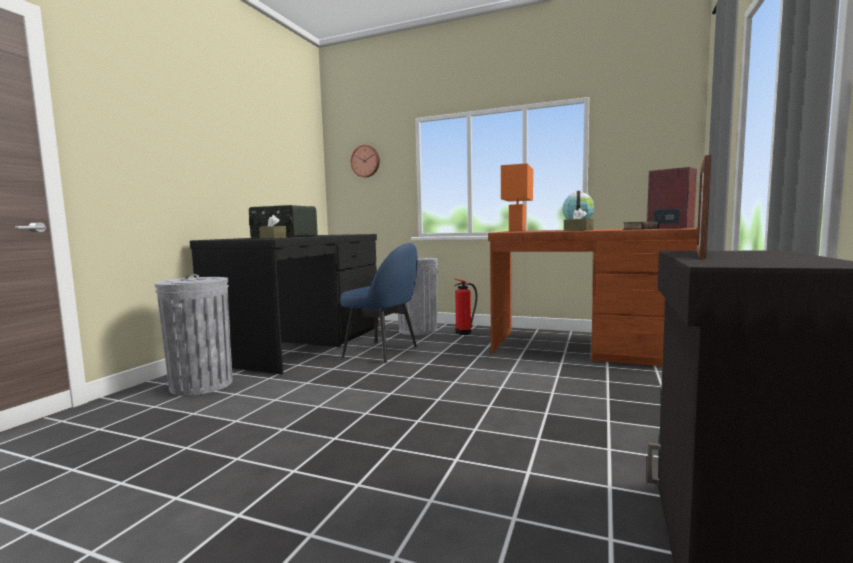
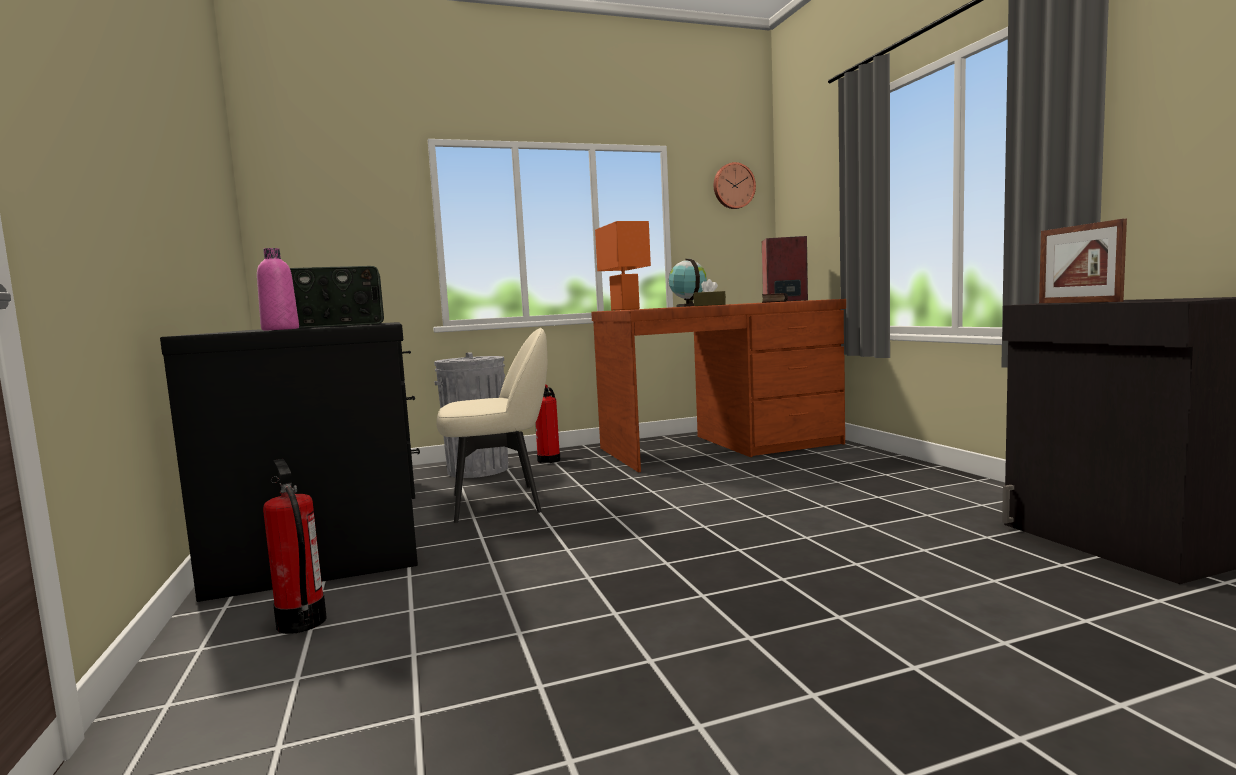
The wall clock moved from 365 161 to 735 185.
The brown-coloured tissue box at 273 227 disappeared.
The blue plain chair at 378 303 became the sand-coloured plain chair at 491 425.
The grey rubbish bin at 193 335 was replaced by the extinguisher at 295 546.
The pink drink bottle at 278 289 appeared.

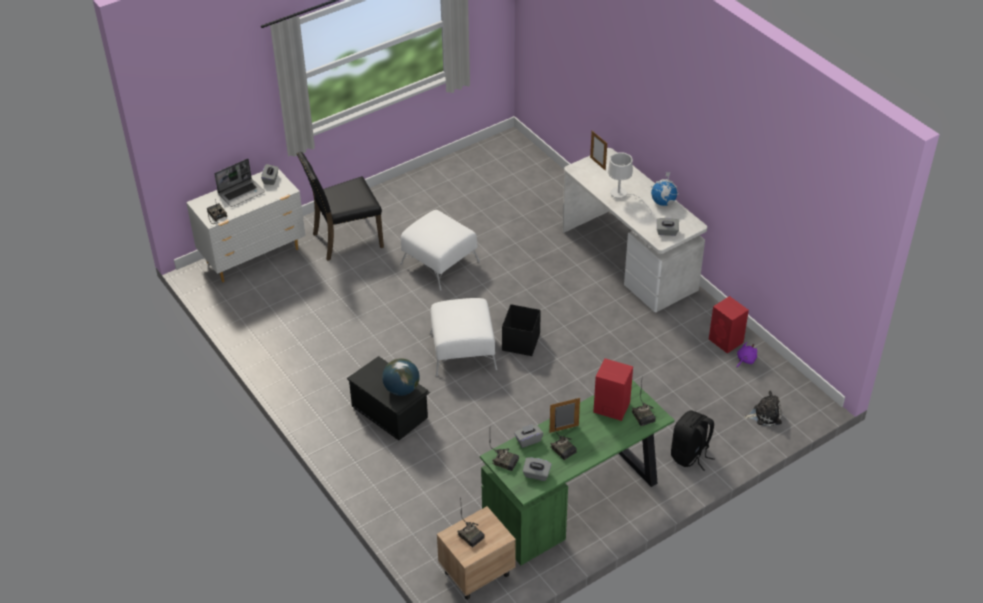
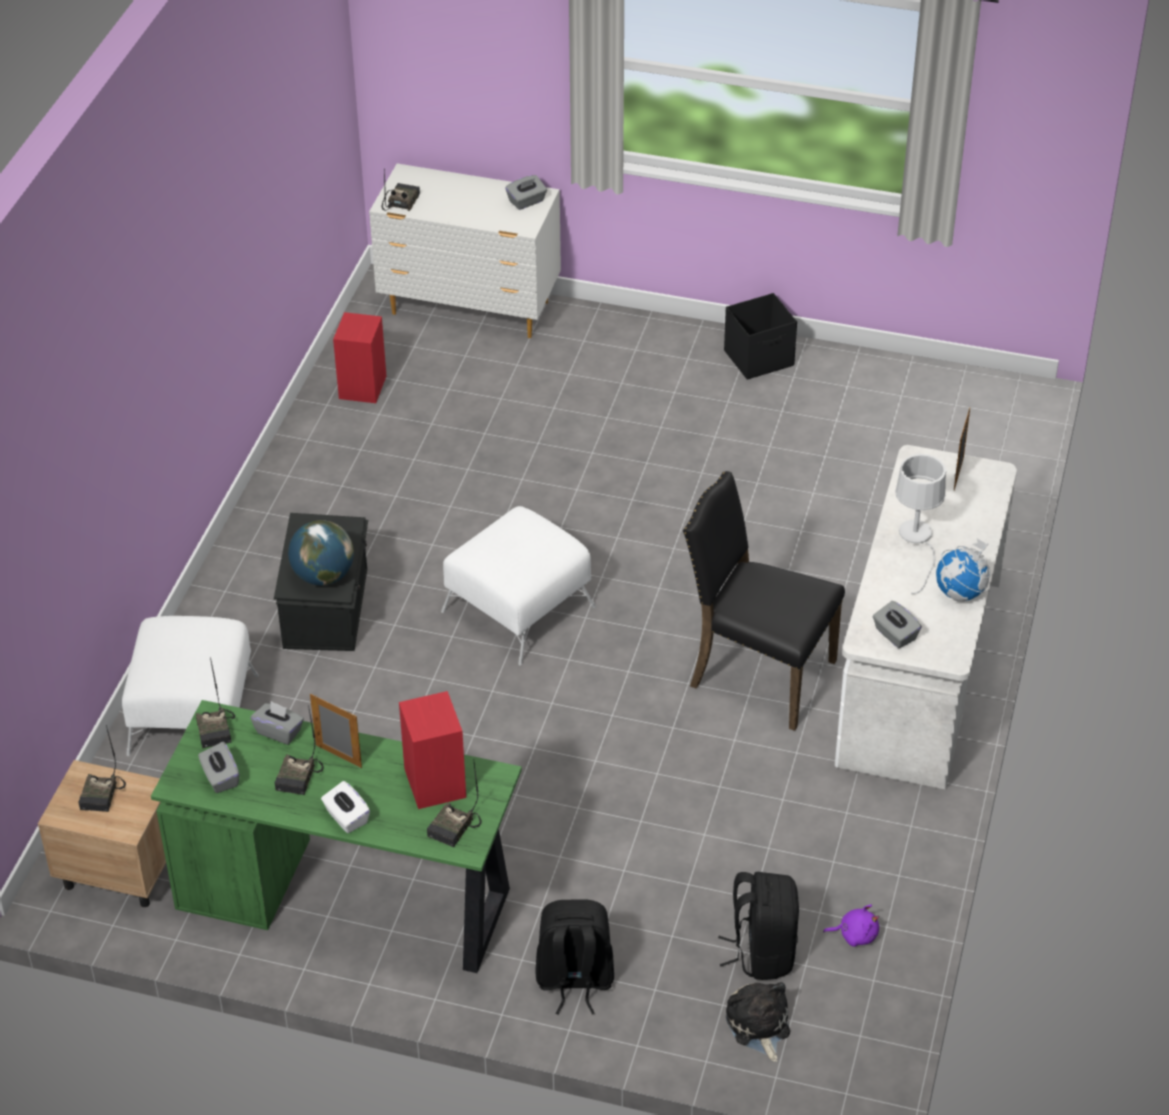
The black plain chair moved from 340 206 to 764 601.
The portable computer at 239 183 disappeared.
The whitish pouffe moved from 440 250 to 190 686.
The reddish loudspeaker moved from 729 325 to 359 357.
The black storage container moved from 521 330 to 760 336.
The cuddly toy at 763 408 turned 150 degrees counterclockwise.
The whitish tissue box at 345 807 appeared.
The black knapsack at 758 926 appeared.

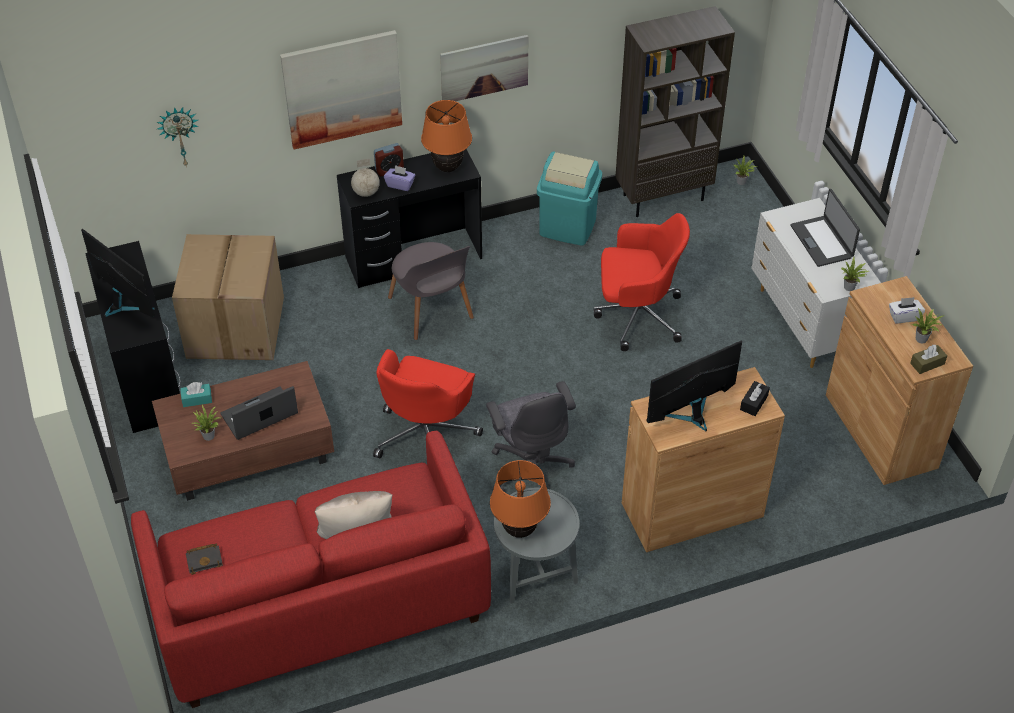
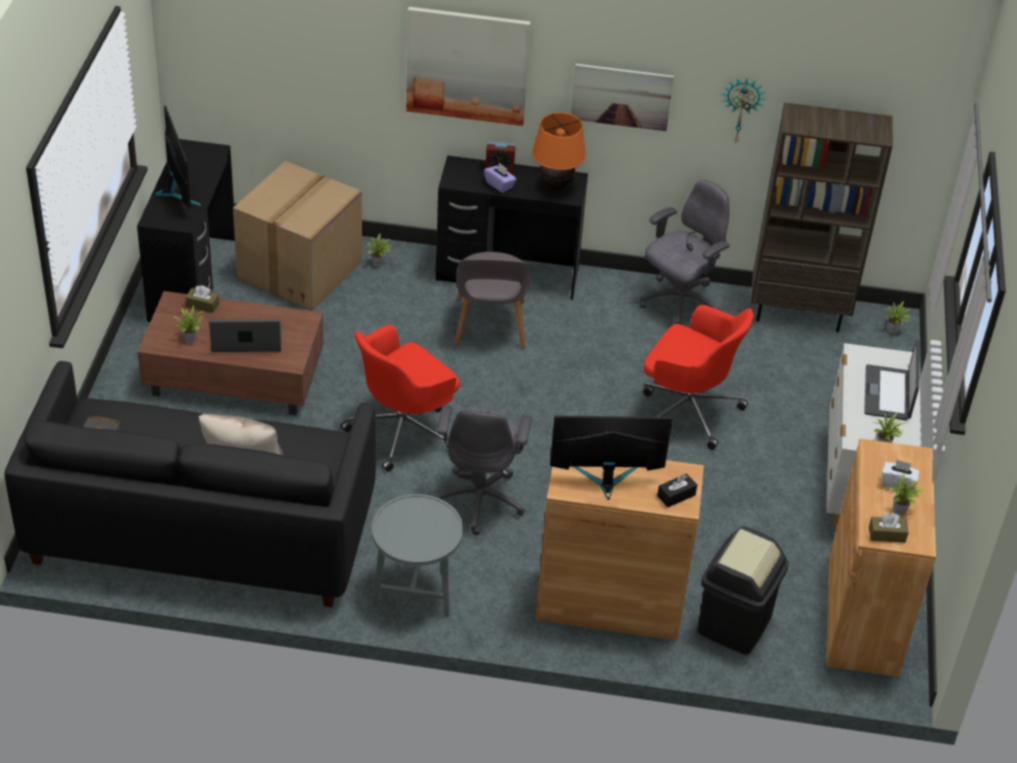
The wall clock moved from 177 136 to 744 110.
The turquoise-coloured rubbish bin at 569 199 was replaced by the grey computer chair at 685 252.
The desk globe at 365 178 disappeared.
The turquoise-coloured tissue box at 196 394 became the brown-coloured tissue box at 202 299.
The reddish settee at 311 569 became the black settee at 190 484.
The orange table lamp at 520 499 disappeared.
The plant in a pot at 378 250 appeared.
The black rubbish bin at 743 590 appeared.

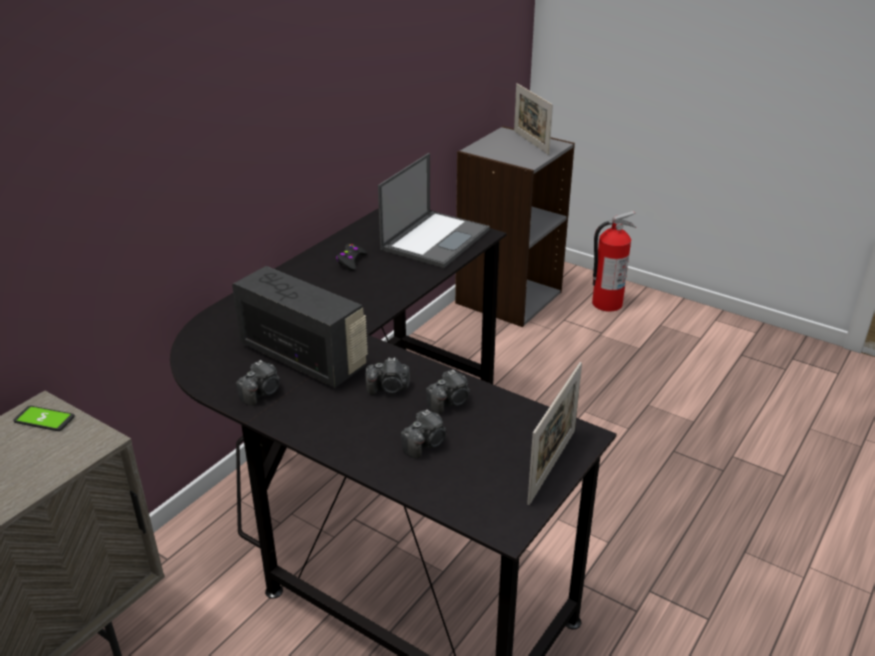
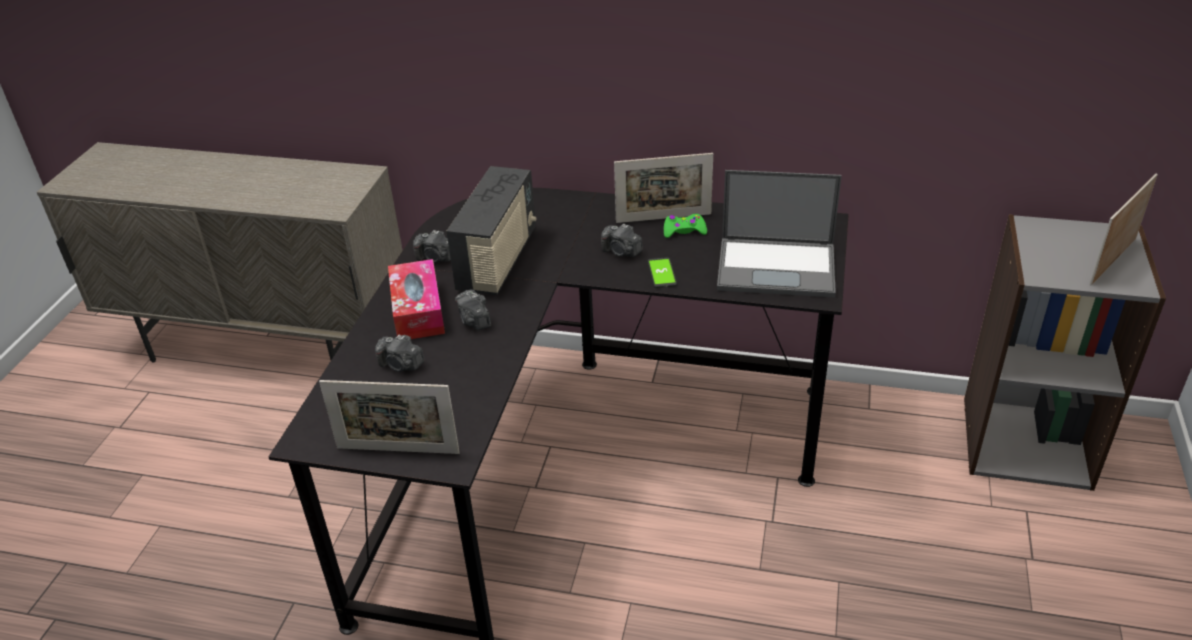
The extinguisher at 614 261 disappeared.
The black joypad at 351 257 became the greenish joypad at 685 226.
The photo camera moved from 448 392 to 622 240.
The handset moved from 44 418 to 662 272.
The photo frame at 663 188 appeared.
The tissue box at 416 299 appeared.

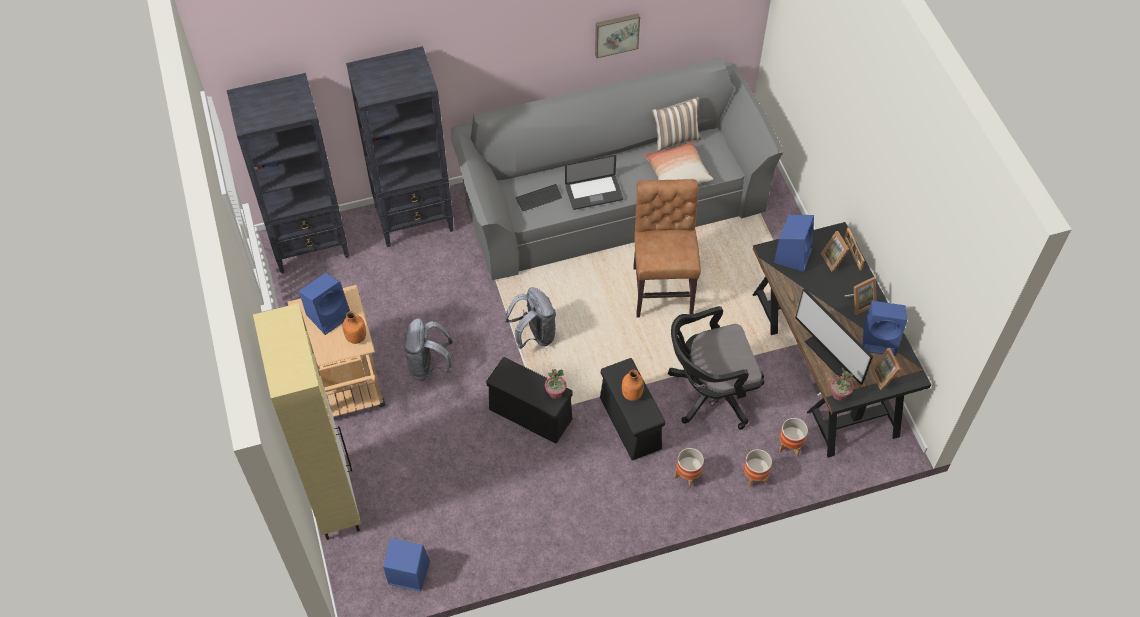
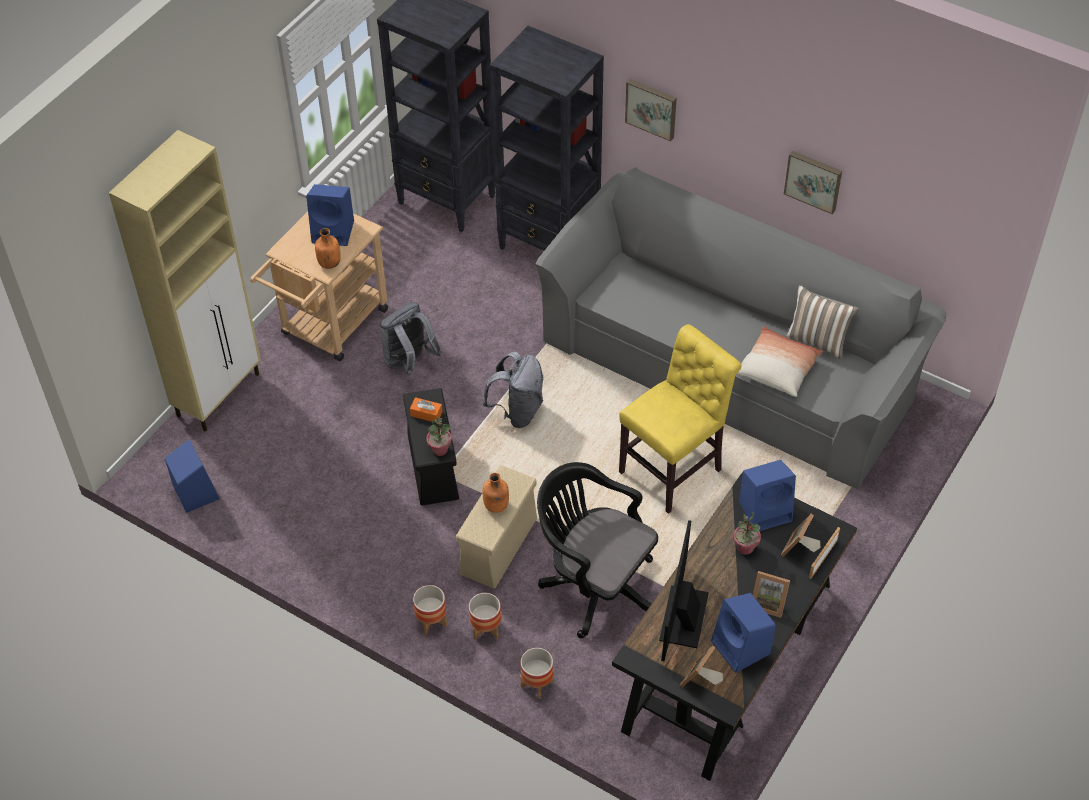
The portable computer at 594 182 disappeared.
The brown-coloured plain chair at 667 248 became the yellowish plain chair at 680 419.
The computer keyboard at 539 197 disappeared.
The black storage container at 632 409 became the sand-coloured storage container at 496 527.
The plant in a pot moved from 842 384 to 747 533.
The planter moved from 793 437 to 430 610.
The wall picture at 651 110 appeared.
The orange tissue box at 426 410 appeared.

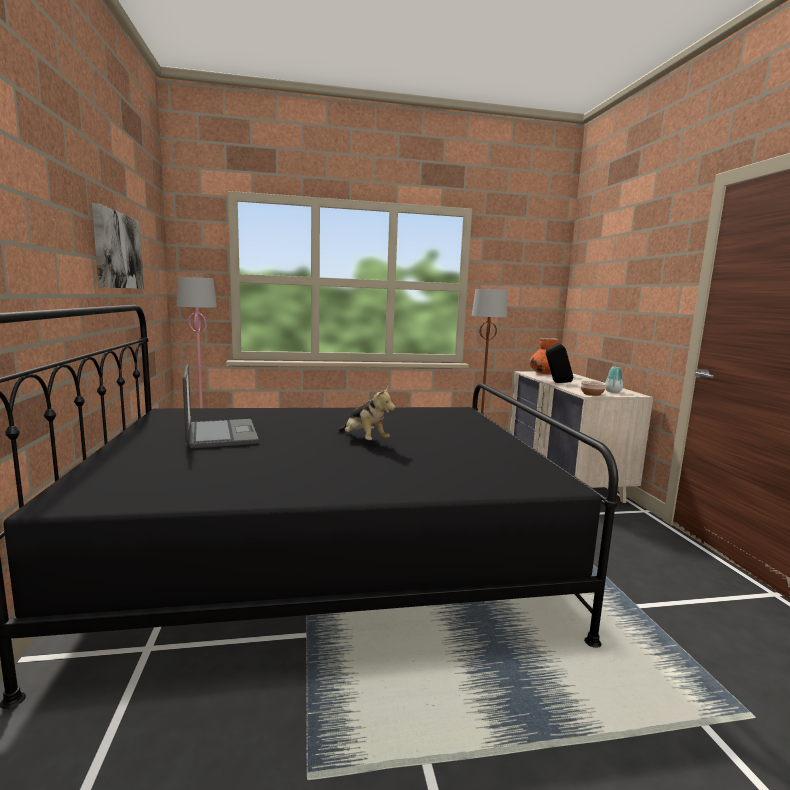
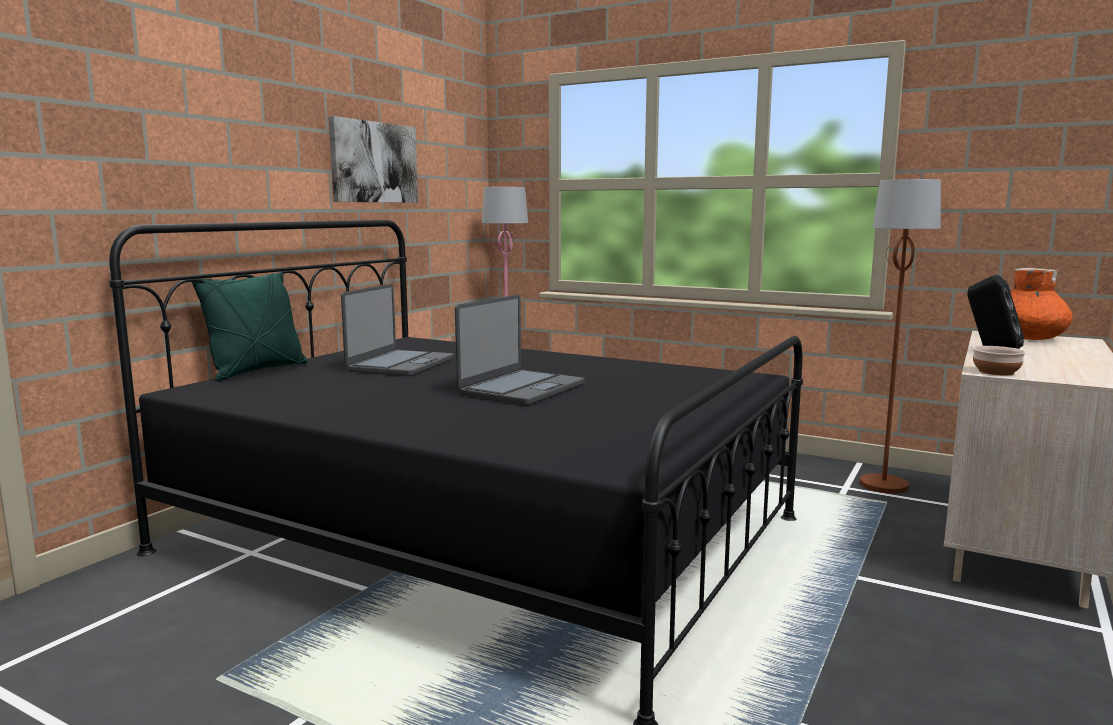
The decorative vase at 614 379 disappeared.
The cuddly toy at 367 413 was replaced by the portable computer at 520 350.
The greenish pillow at 249 327 appeared.

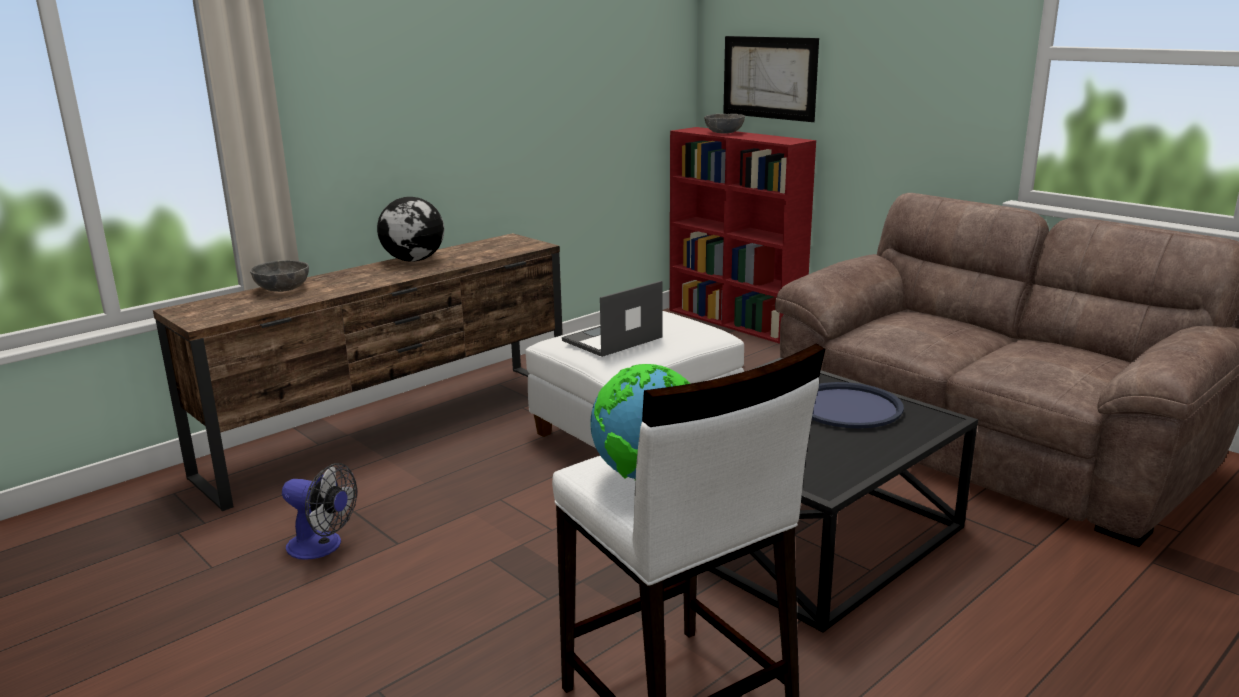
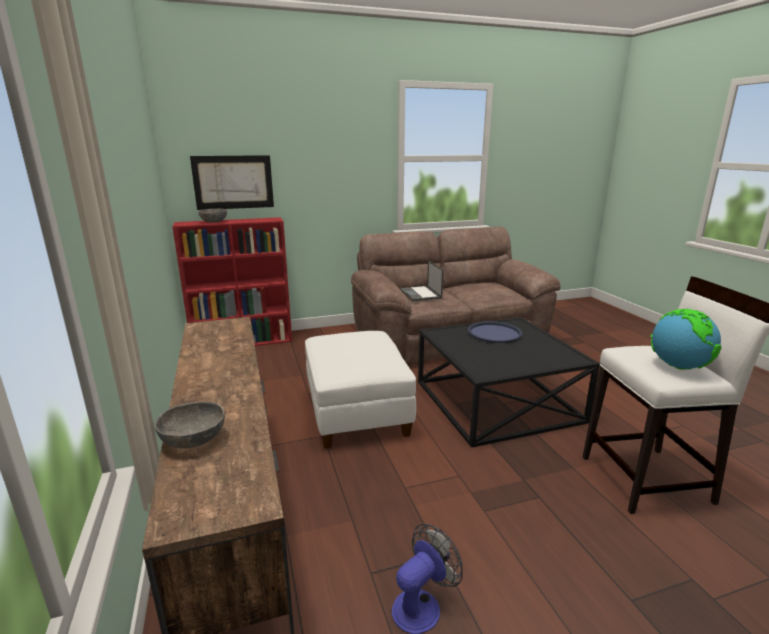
The desk globe at 410 229 disappeared.
The portable computer moved from 612 319 to 421 280.

